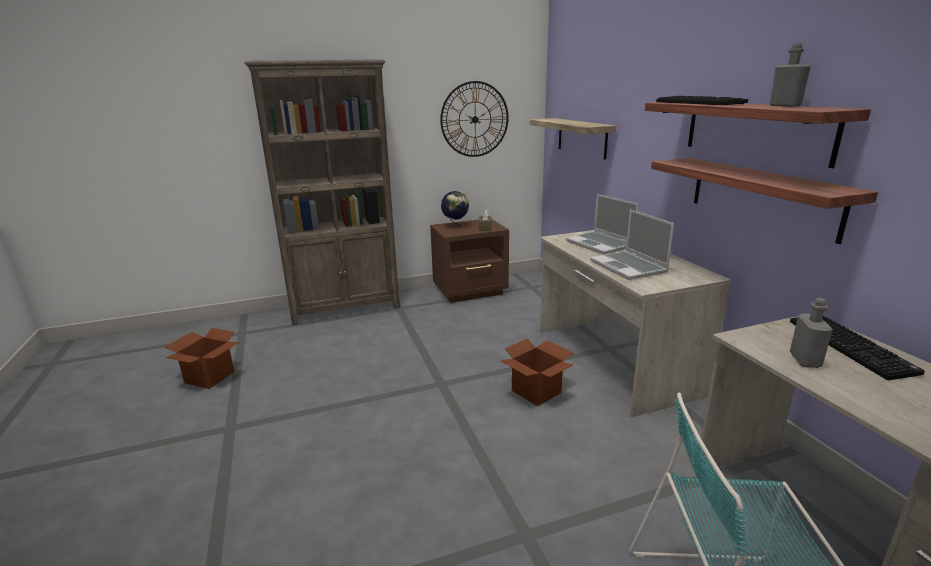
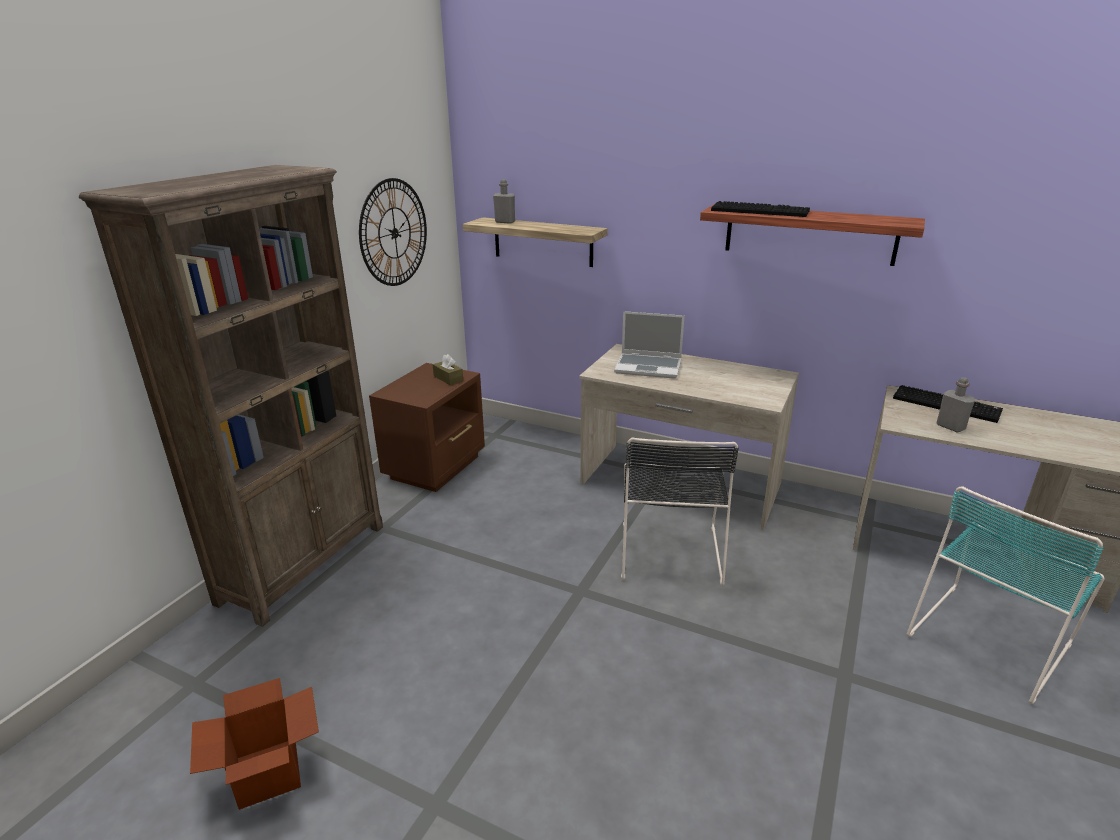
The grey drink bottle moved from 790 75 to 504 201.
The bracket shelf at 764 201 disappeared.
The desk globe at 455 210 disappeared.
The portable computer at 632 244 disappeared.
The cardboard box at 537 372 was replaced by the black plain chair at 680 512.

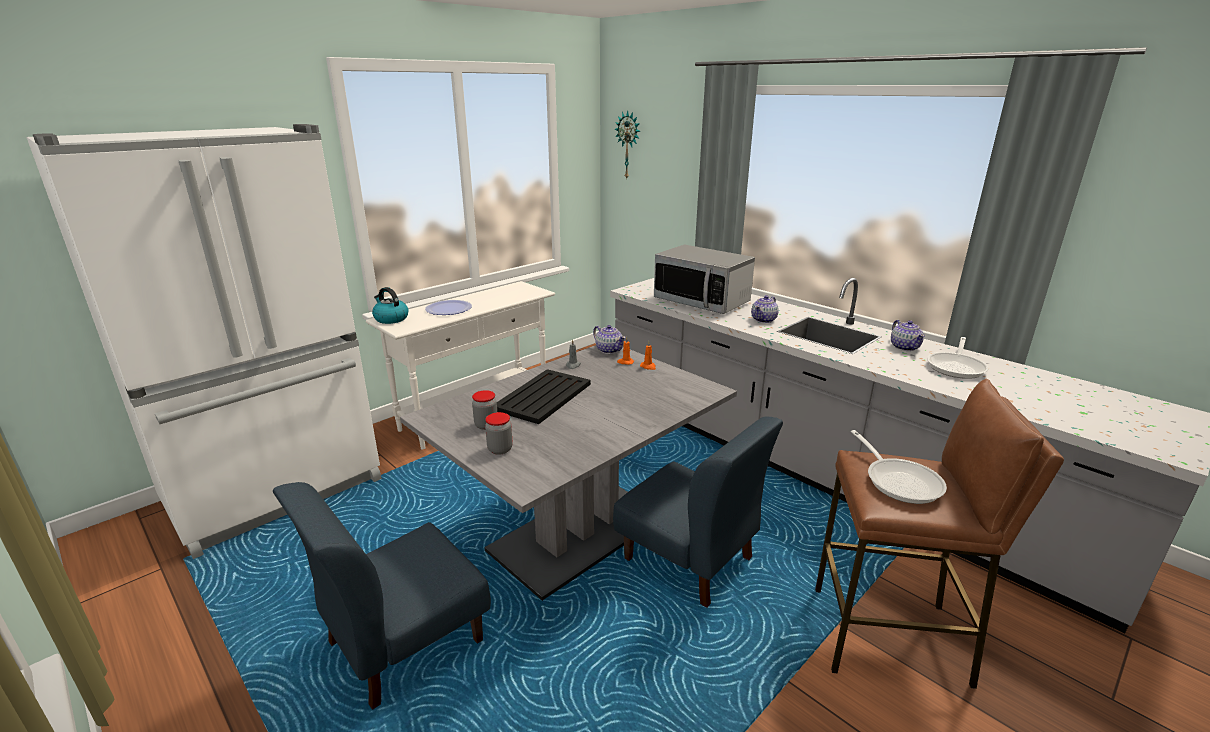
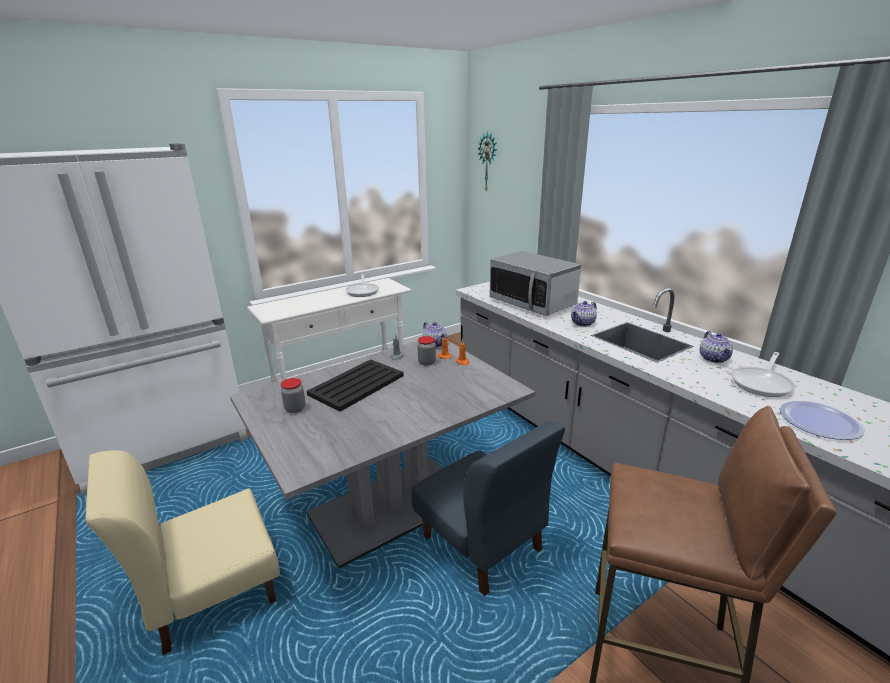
The tea kettle at 390 305 disappeared.
The flat dish moved from 448 307 to 822 420.
The preserve jar moved from 499 433 to 426 351.
The frying pan moved from 899 467 to 362 285.
The blue plain chair at 382 596 became the sand-coloured plain chair at 182 552.

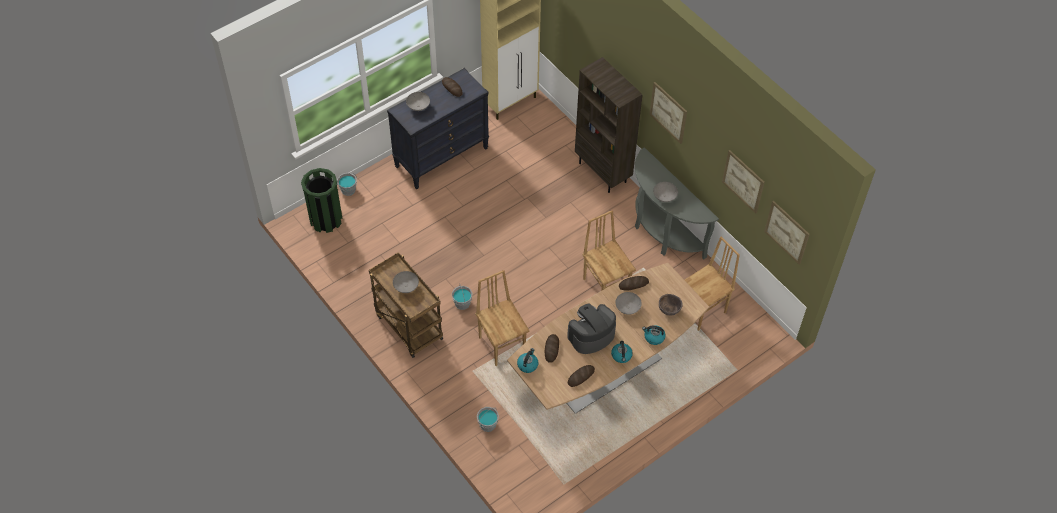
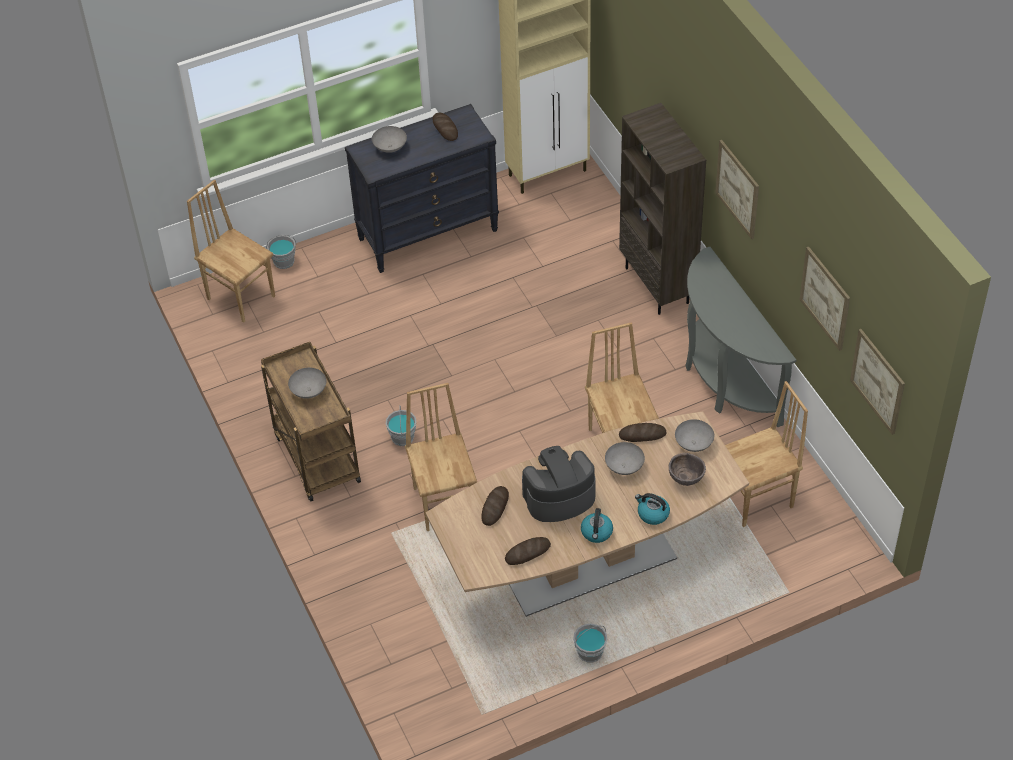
The greenish rubbish bin at 322 200 was replaced by the brown-coloured plain chair at 231 251.
The grey serving bowl moved from 665 192 to 694 435.
The tea kettle at 527 360 disappeared.
The grey pail moved from 488 419 to 590 642.

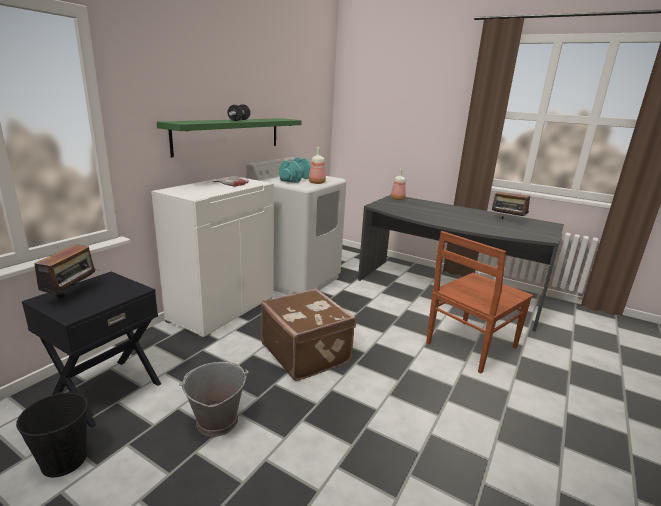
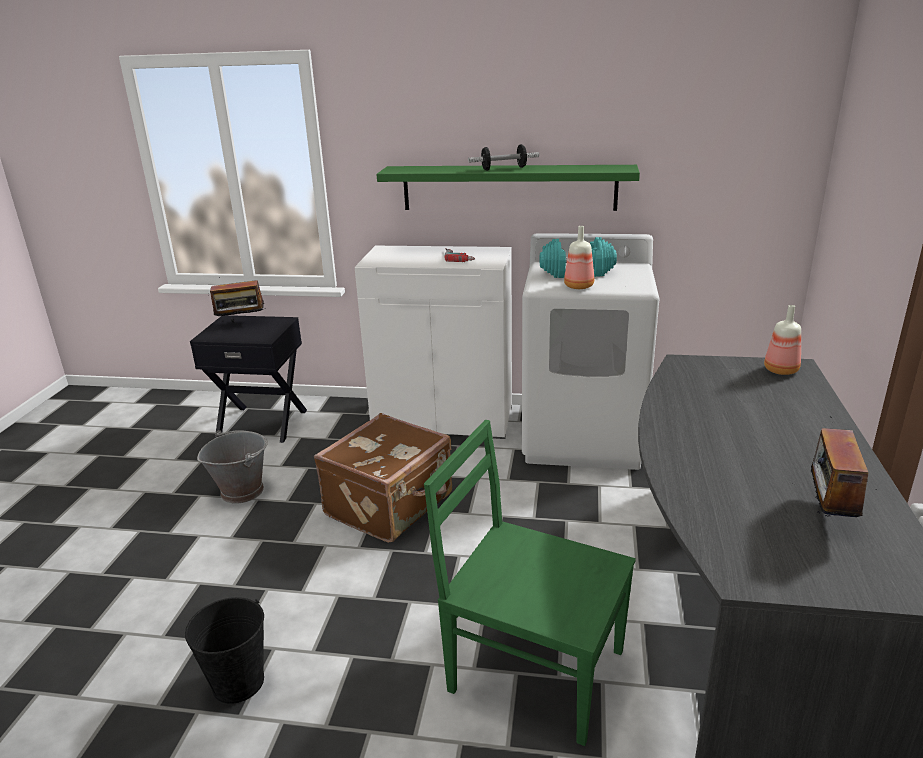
The brown-coloured plain chair at 479 302 became the greenish plain chair at 530 583.
The black pail moved from 52 434 to 224 650.

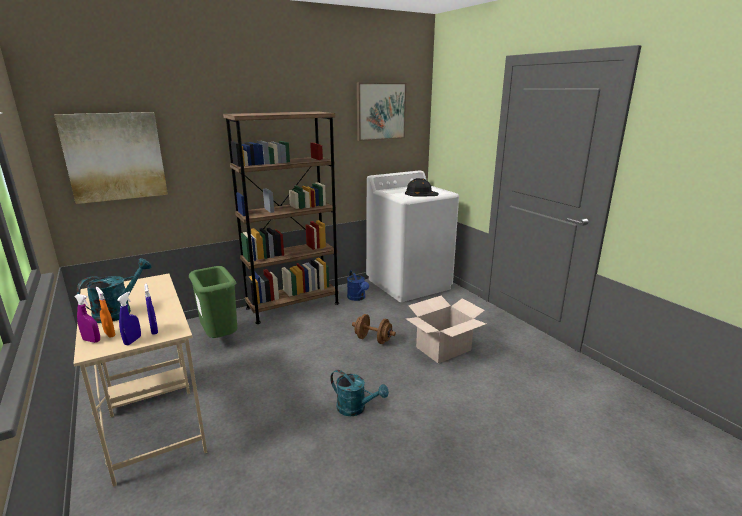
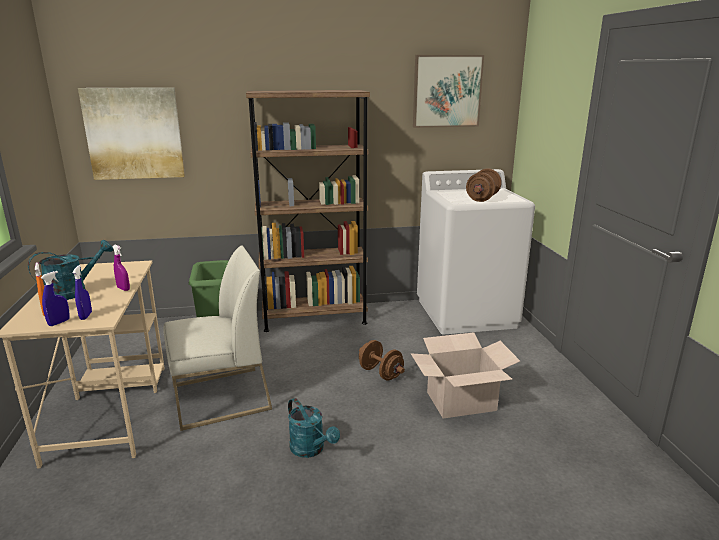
The black safety helmet at 422 187 was replaced by the brown-coloured dumbbell at 484 185.
The blue watering can at 358 285 disappeared.
The purple sprayer moved from 87 318 to 121 268.
The whitish plain chair at 217 338 appeared.

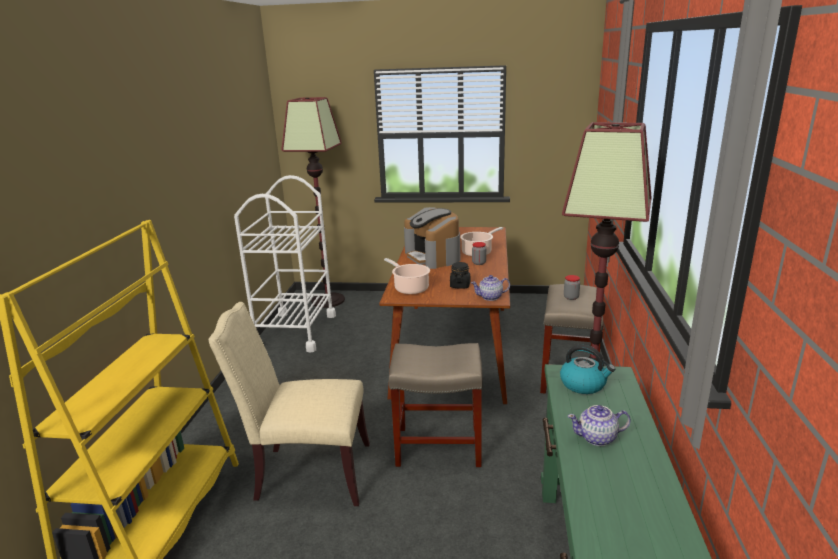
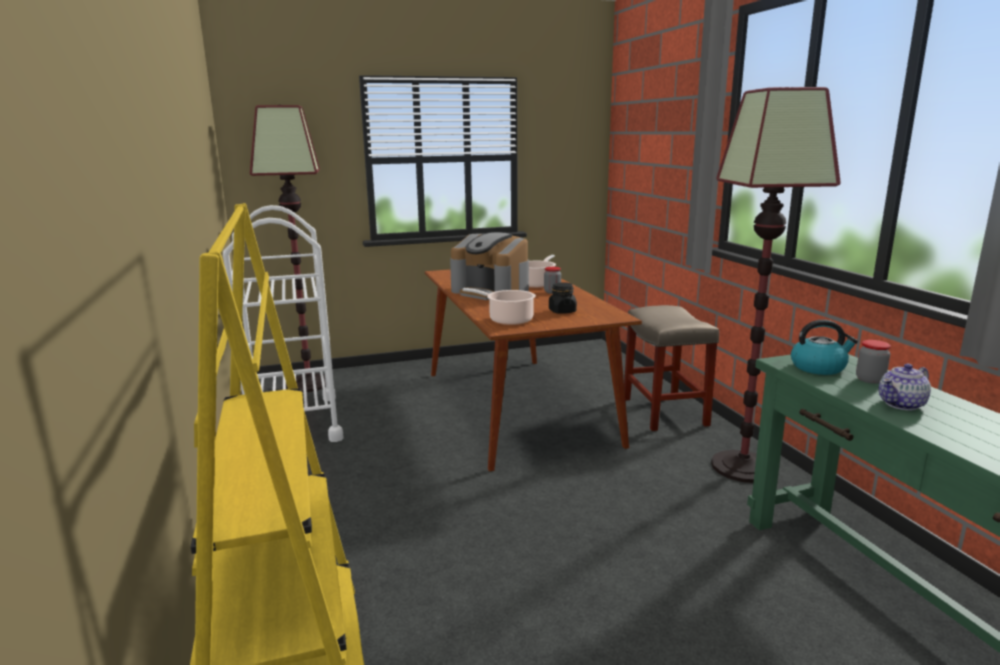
The tea pot at 490 288 disappeared.
The preserve jar moved from 572 287 to 873 362.
The sand-coloured plain chair at 289 404 disappeared.
The sand-coloured stool seat at 436 405 disappeared.

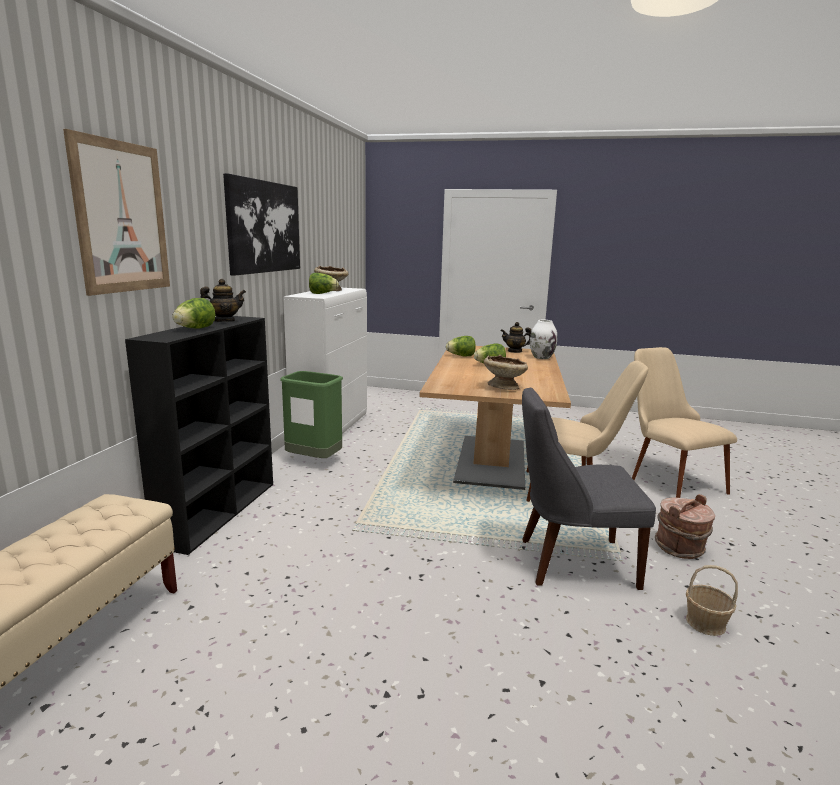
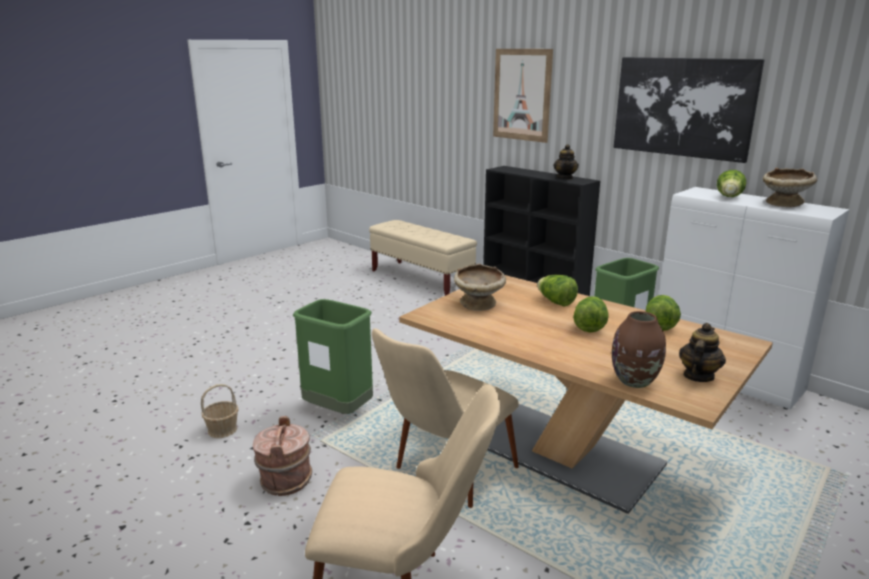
The lettuce head moved from 193 313 to 557 291.
The whitish decorative vase at 543 339 became the brown-coloured decorative vase at 639 349.
The grey plain chair at 589 488 was replaced by the greenish rubbish bin at 333 356.

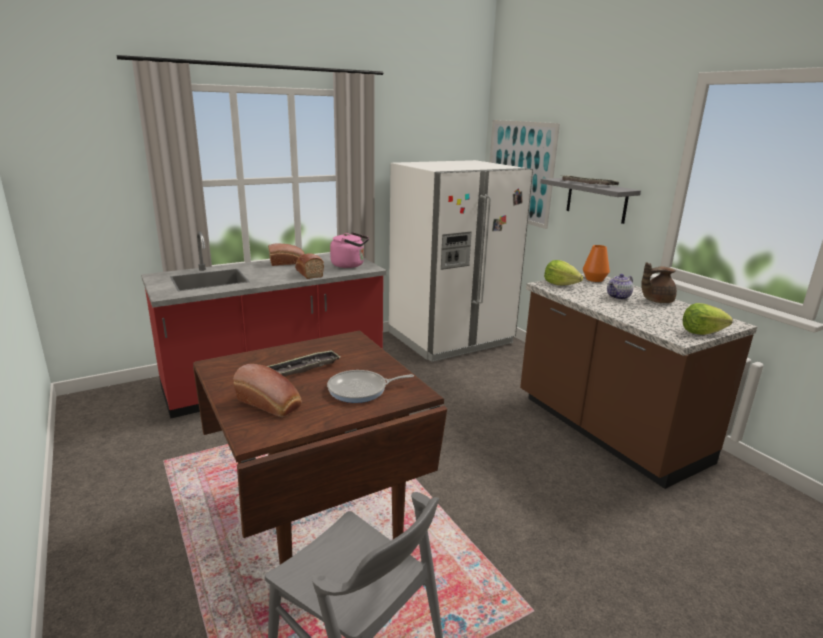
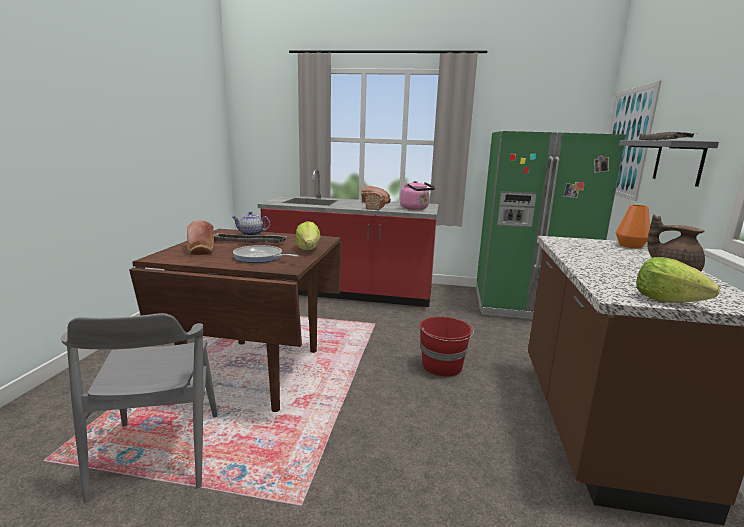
The whitish fridge at 461 261 became the greenish fridge at 551 225.
The lettuce head moved from 563 272 to 308 235.
The tea pot moved from 620 287 to 251 223.
The reddish pail at 446 346 appeared.

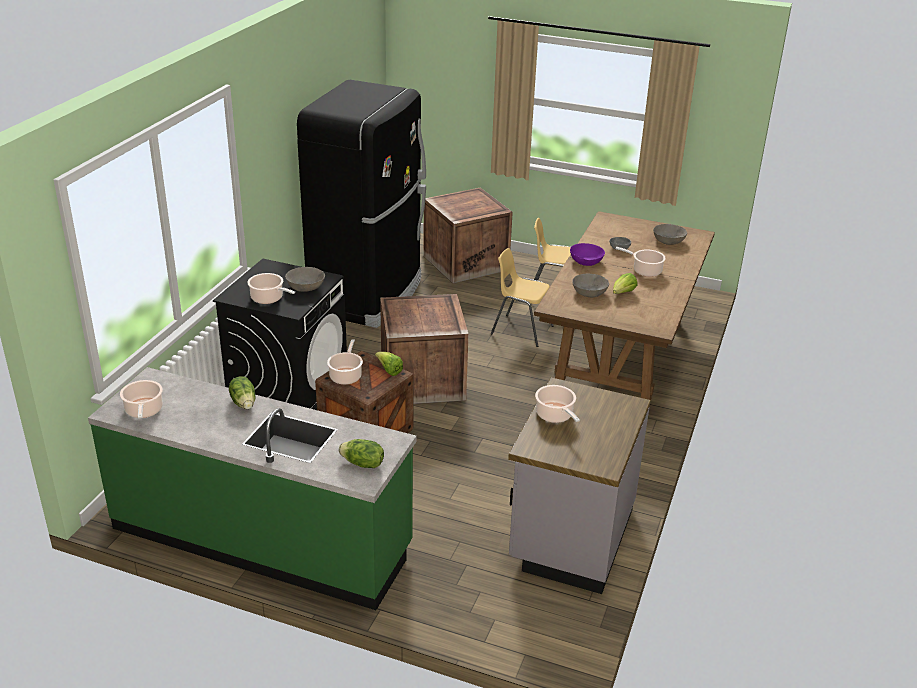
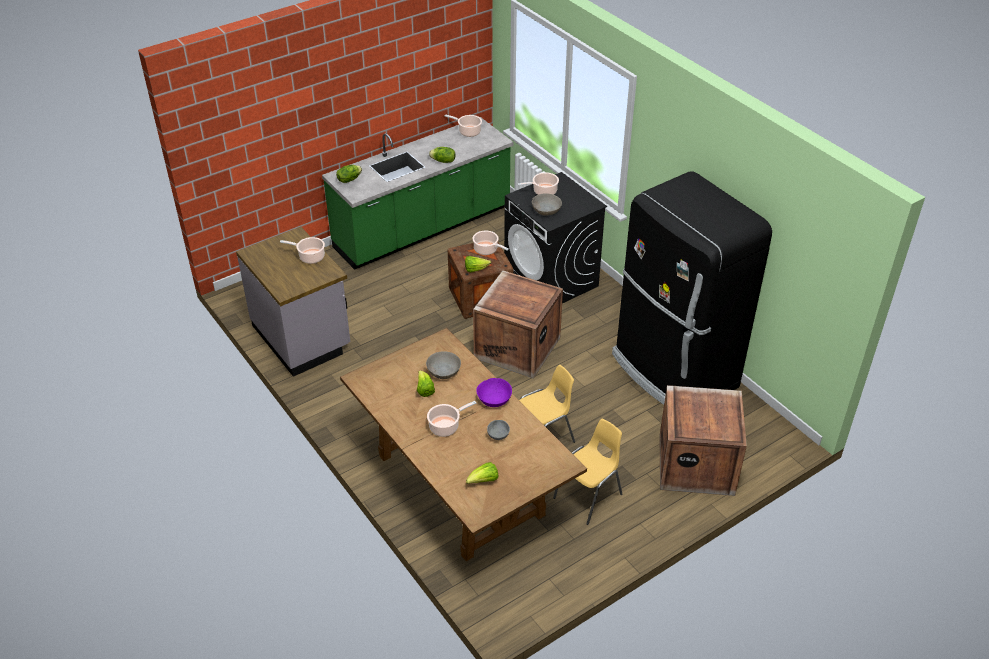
The grey serving bowl at 670 234 was replaced by the lettuce head at 482 473.

